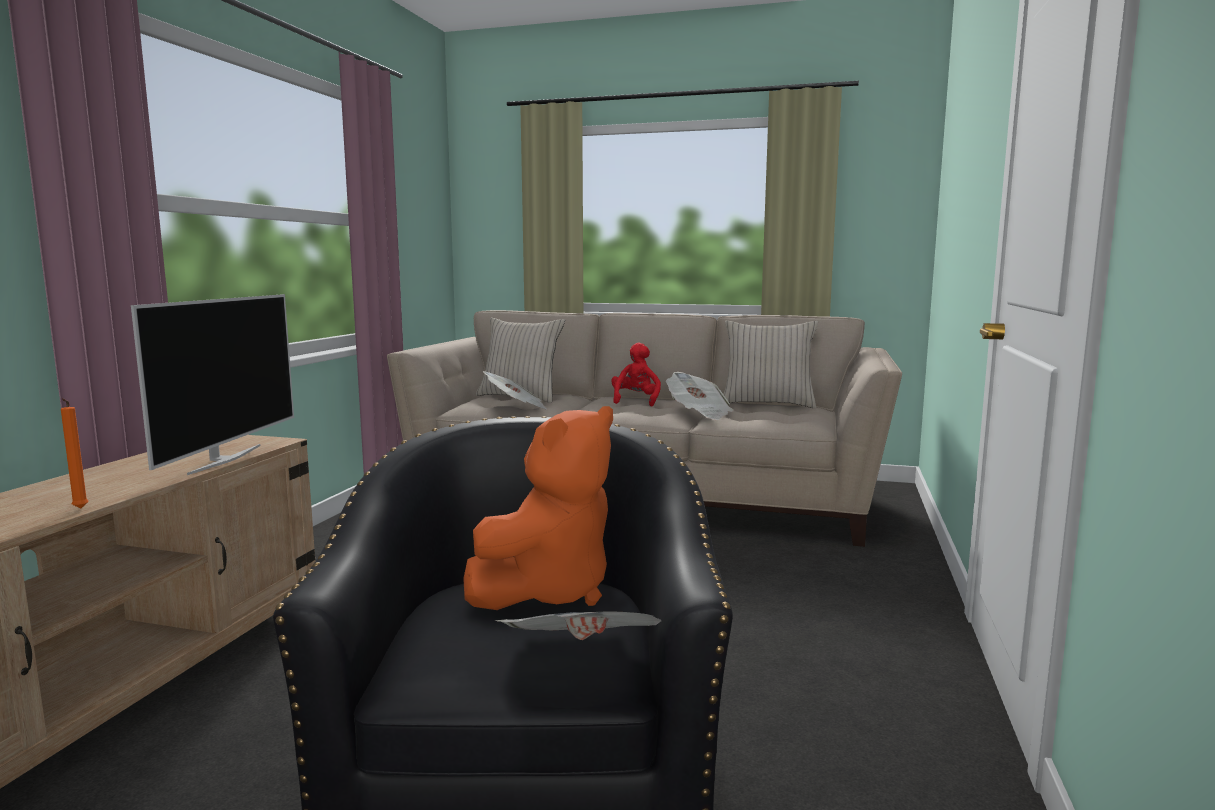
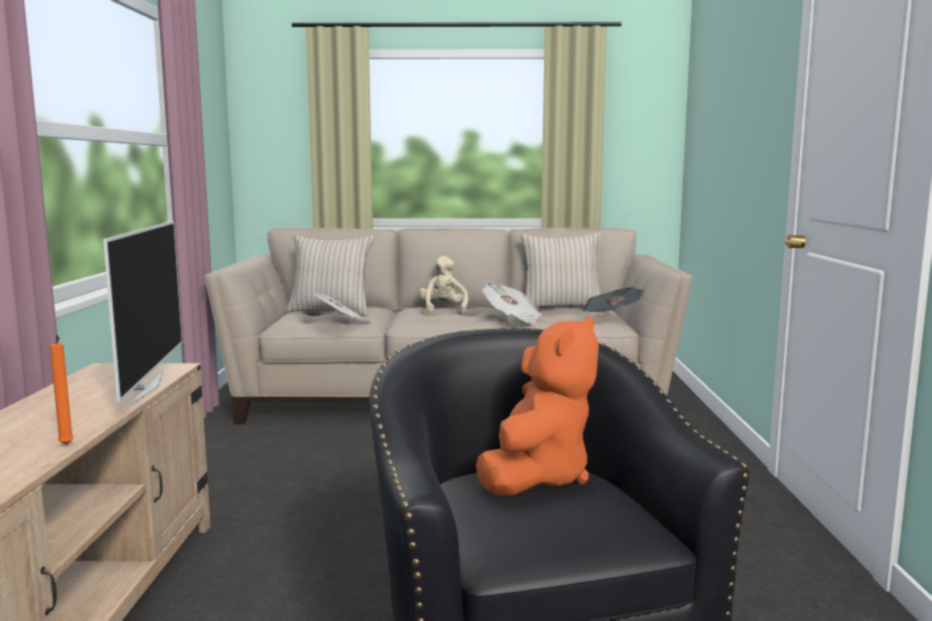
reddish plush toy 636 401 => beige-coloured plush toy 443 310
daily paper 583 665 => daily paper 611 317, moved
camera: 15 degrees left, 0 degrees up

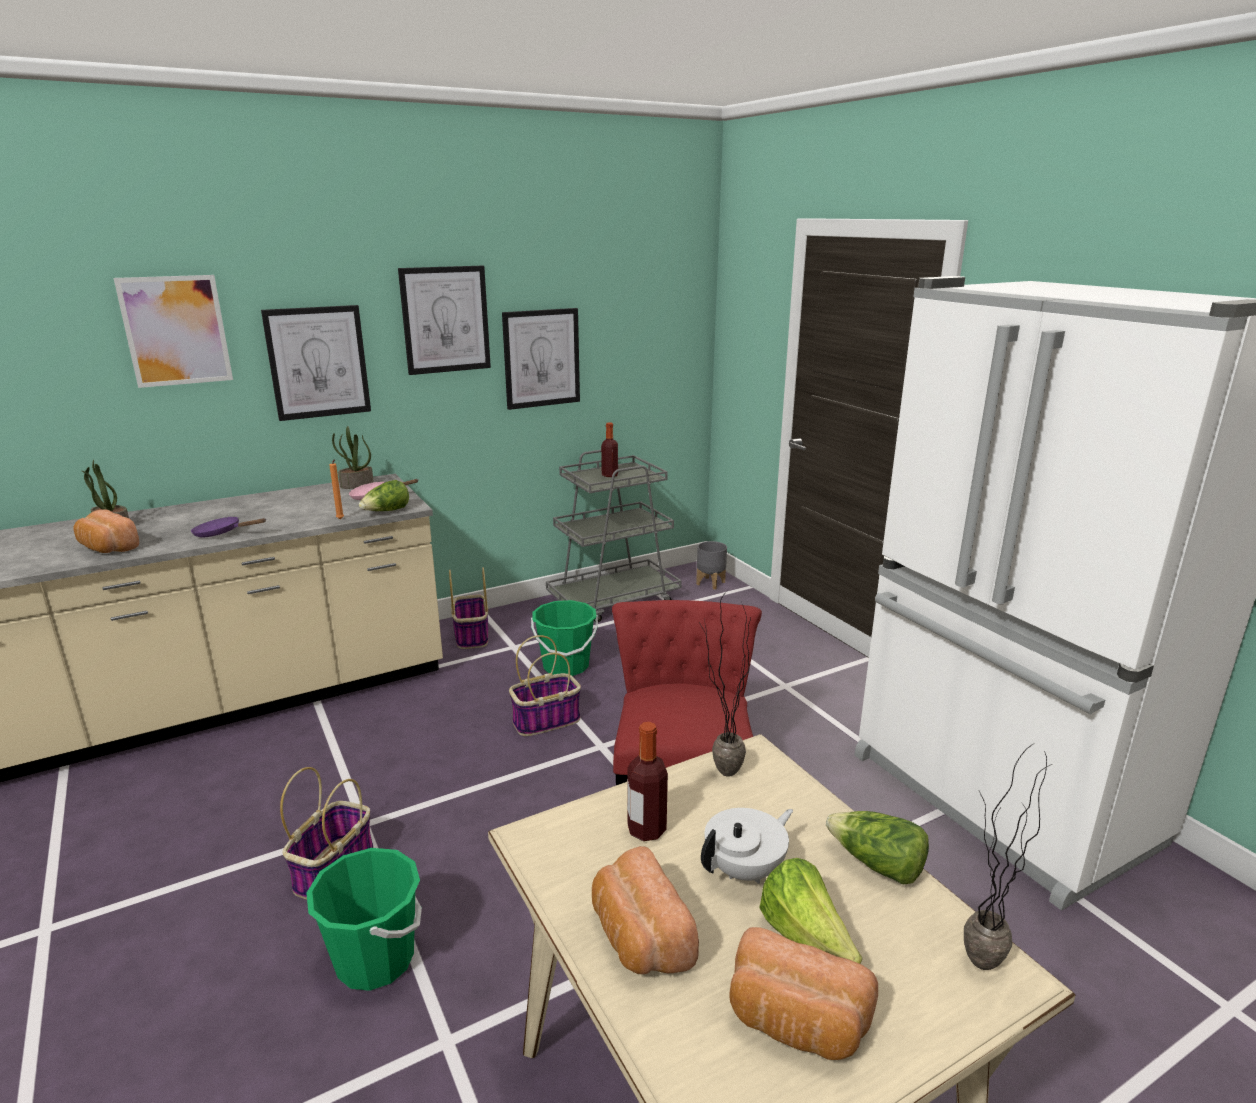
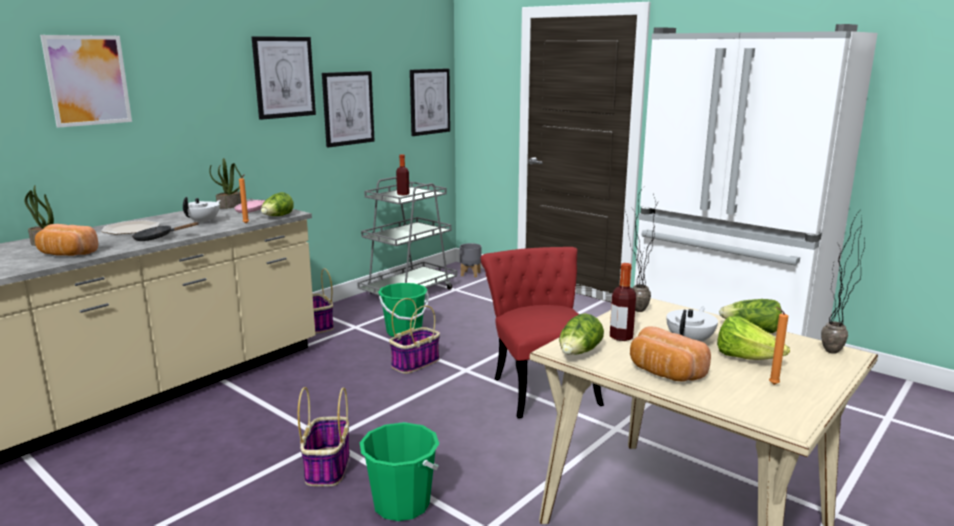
nothing => dinner plate 130 229
purple-coloured pan 222 533 => black pan 158 238
nothing => white teapot 204 222
wall art 318 362 => wall art 429 101, moved
nothing => lettuce head 579 353
baked bread 795 1023 => orangey wax light 772 384
camera: 20 degrees left, 5 degrees down

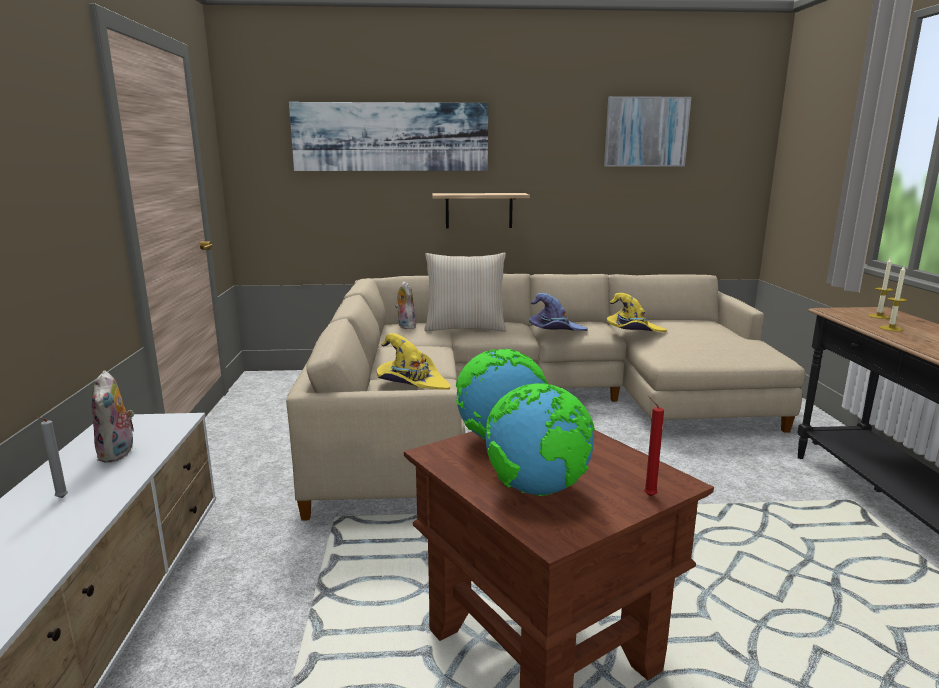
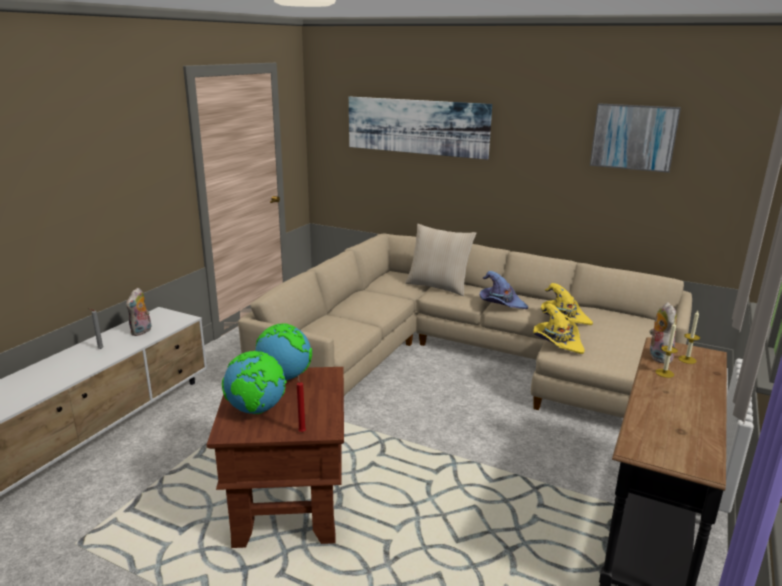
yellow-coloured hat 411 383 => yellow-coloured hat 557 342, moved
plush toy 405 326 => plush toy 657 356, moved
shelf 479 210 => nothing
camera: 30 degrees right, 5 degrees up

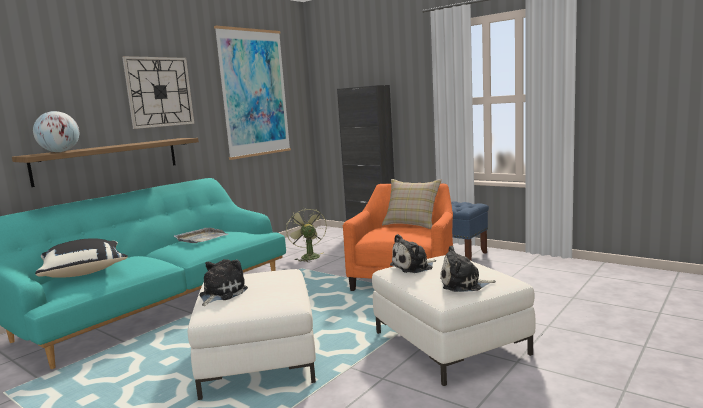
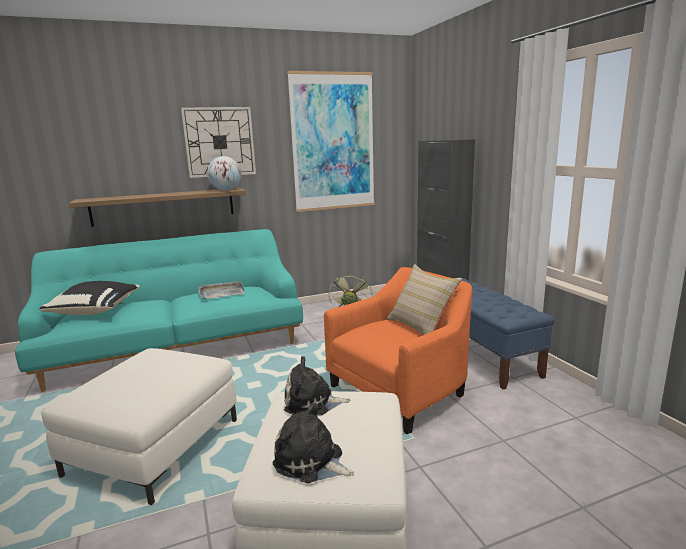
desk globe 60 152 => desk globe 226 190, moved
plush toy 221 293 => nothing
camera: 30 degrees right, 5 degrees up

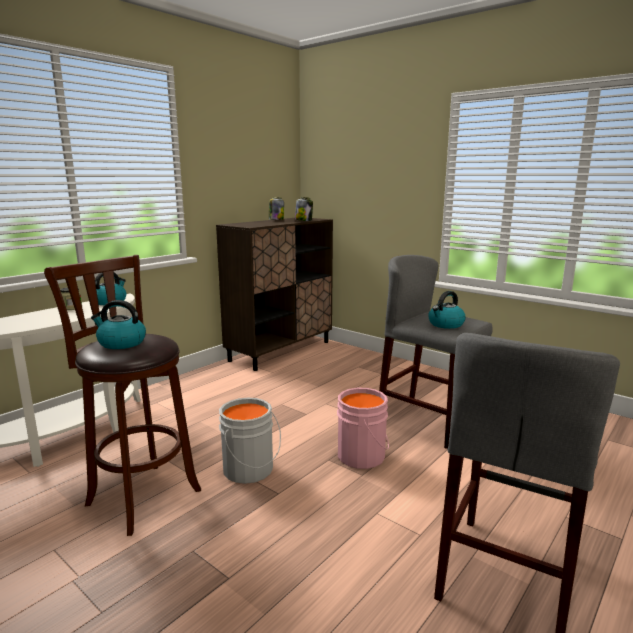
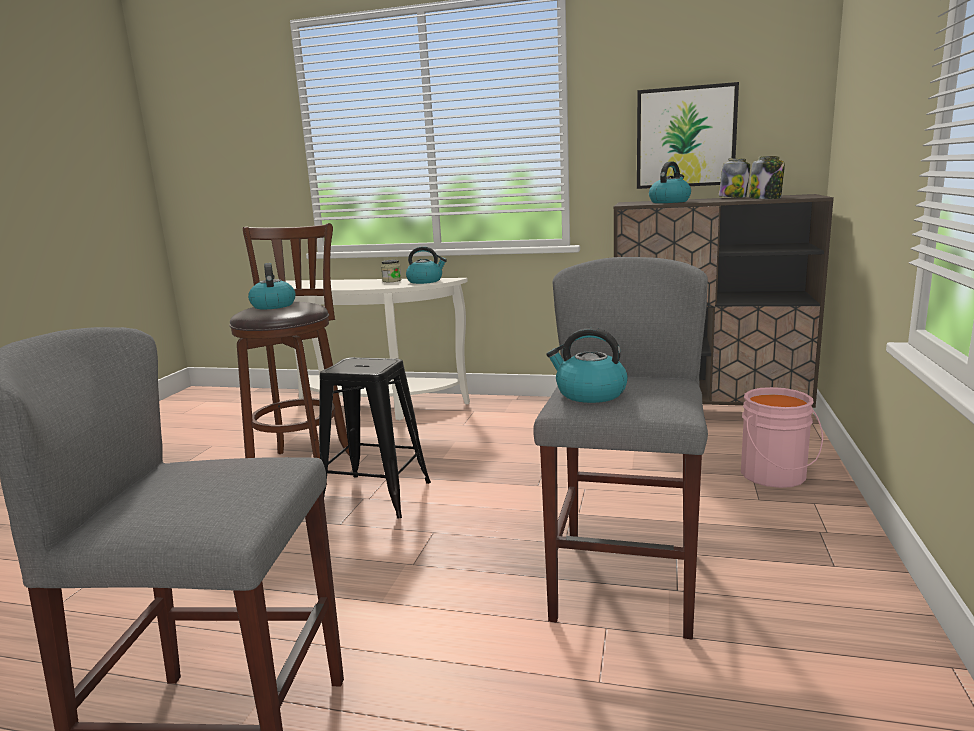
grey water bucket 250 470 => black stool 376 496
nothing => wall art 685 137
nothing => water kettle 669 202
pink water bucket 363 456 => pink water bucket 775 476, moved
camera: 65 degrees right, 0 degrees up

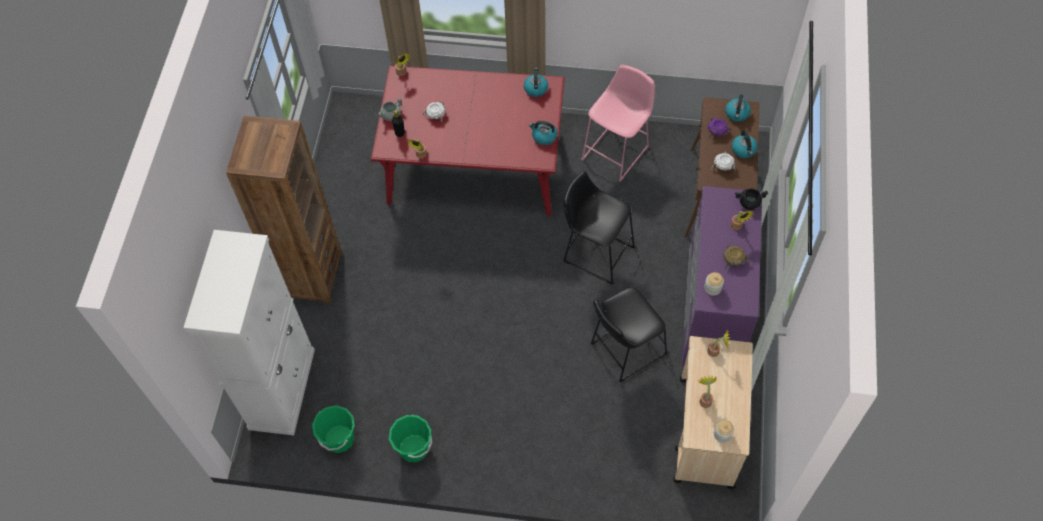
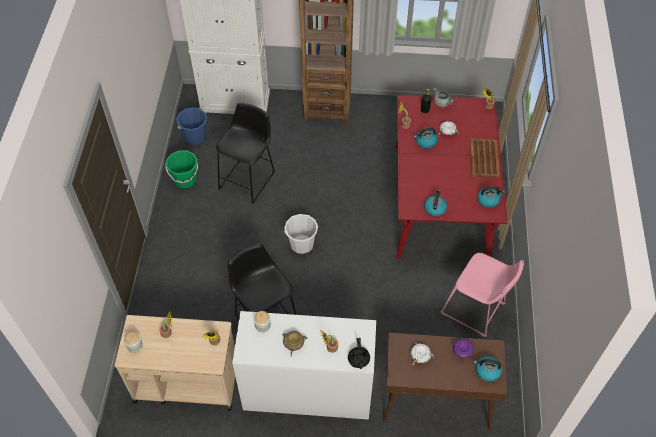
green-coloured water bucket 339 439 => bluish water bucket 195 136
black stool 595 252 => black stool 248 178, moved
purple-coloured chest of drawers 712 309 => white chest of drawers 308 391
nothing => white water bucket 302 244
water kettle 744 150 => water kettle 425 142, moved
nothing => brownish tray 484 159
camera: 85 degrees right, 5 degrees down

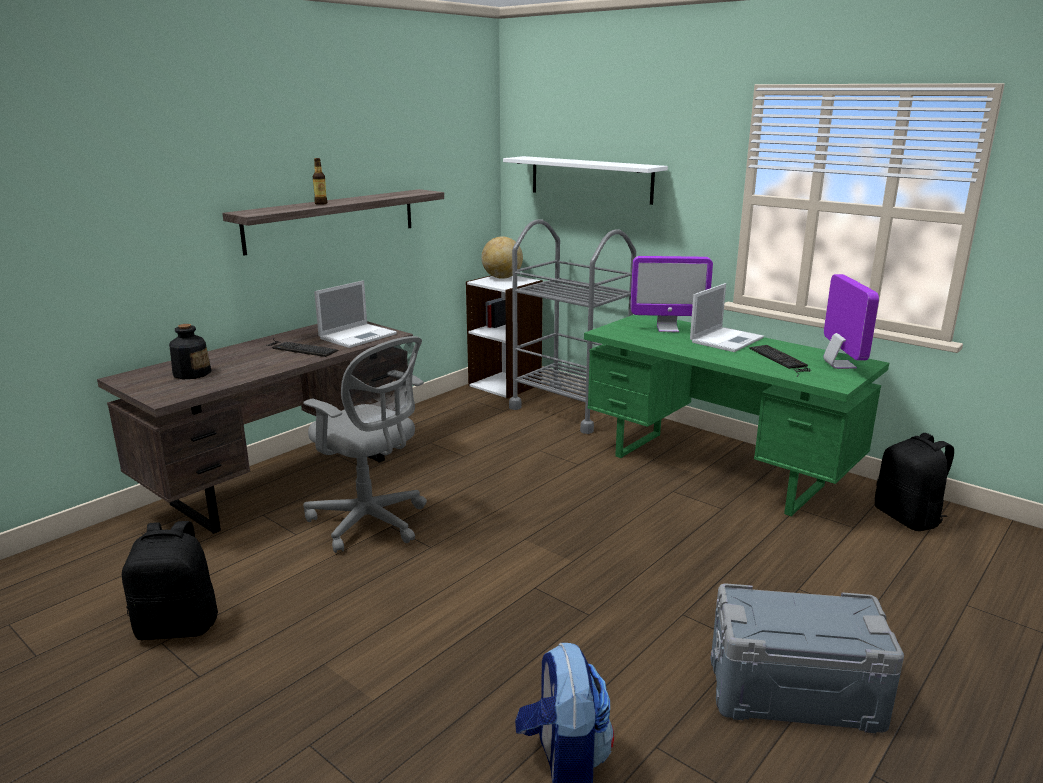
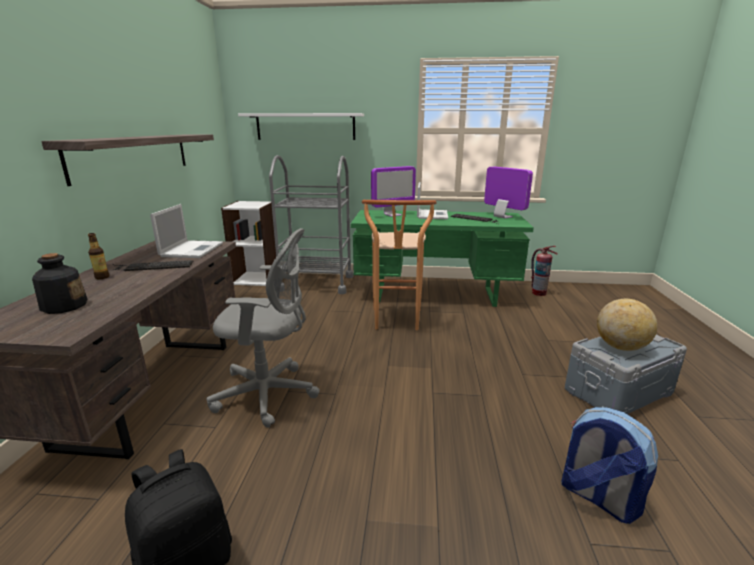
beverage bottle 321 203 => beverage bottle 102 277, moved
nothing => brownish stool 396 322
black rucksack 908 518 => extinguisher 539 293
desk globe 502 278 => desk globe 621 347, moved
camera: 35 degrees left, 0 degrees up

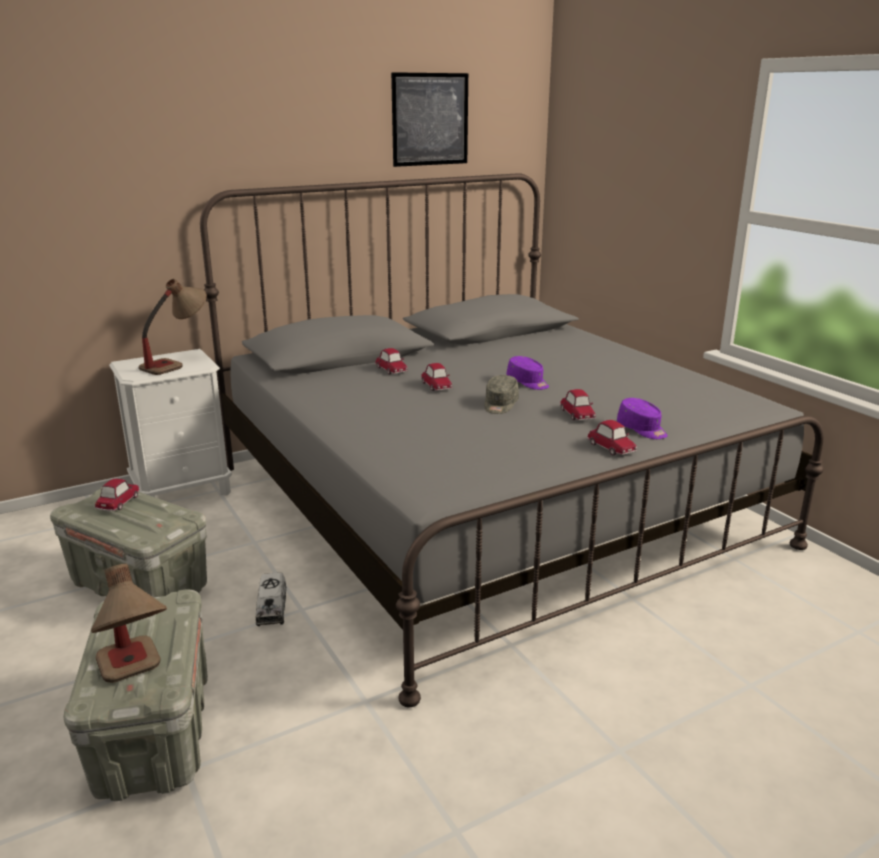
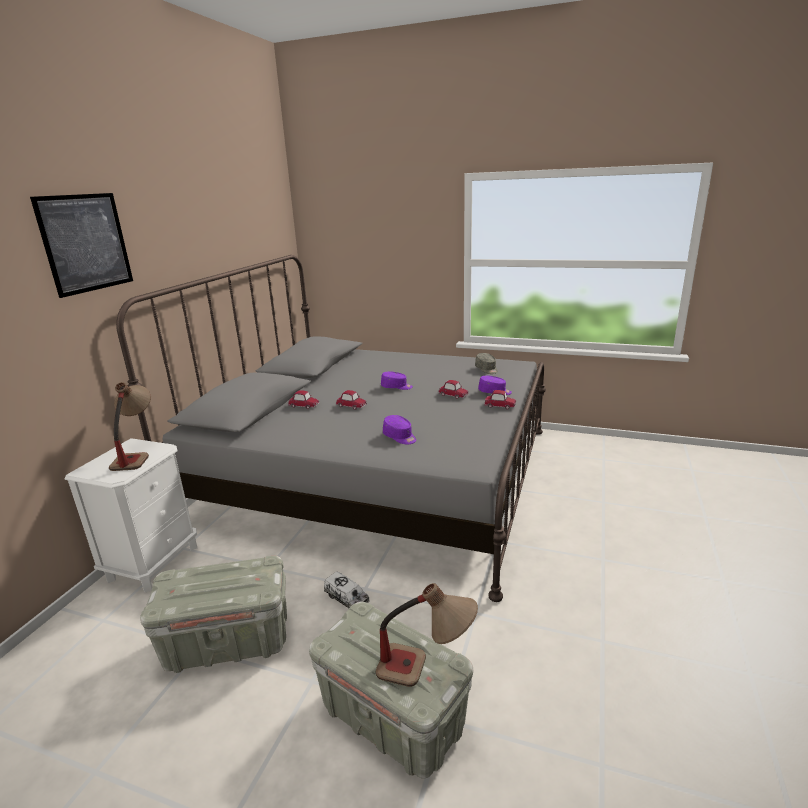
wall art 430 119 => wall art 86 243, moved
nothing => purple-coloured peaked cap 400 437
grey peaked cap 500 405 => grey peaked cap 487 369, moved
toy car 119 502 => nothing
camera: 40 degrees left, 0 degrees up

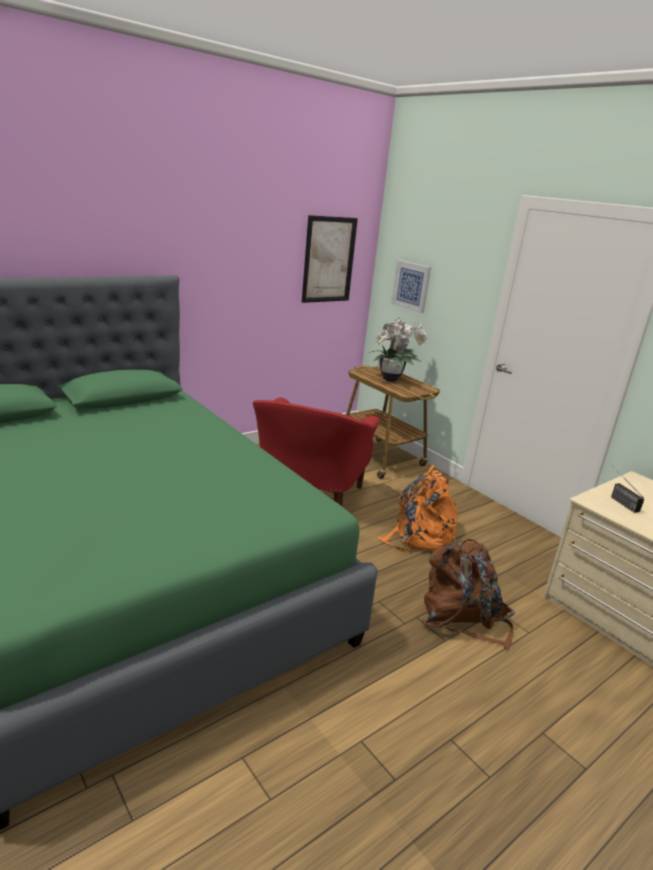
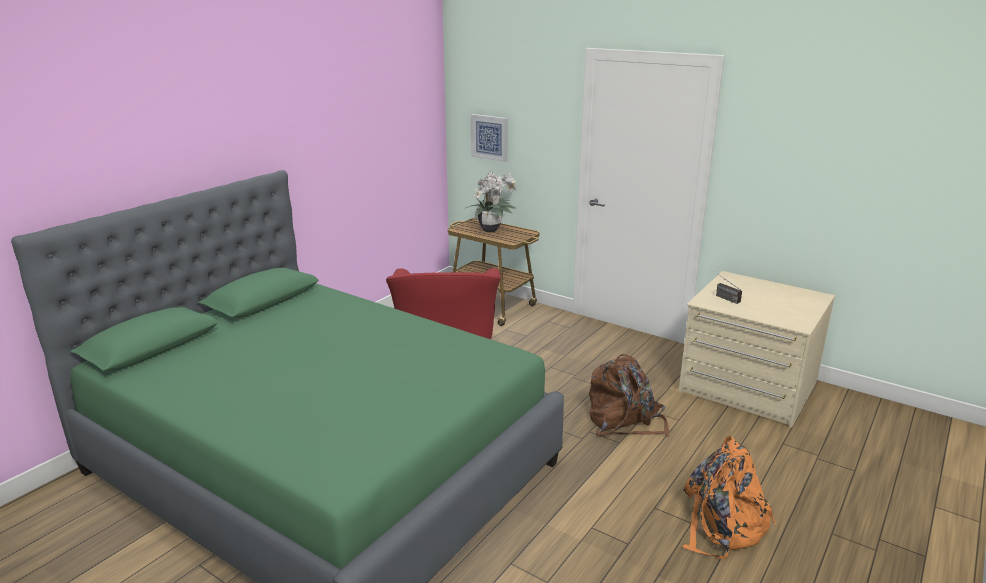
orangey rucksack 418 535 => orangey rucksack 722 525, moved
wall art 329 260 => nothing
camera: 15 degrees left, 0 degrees up

